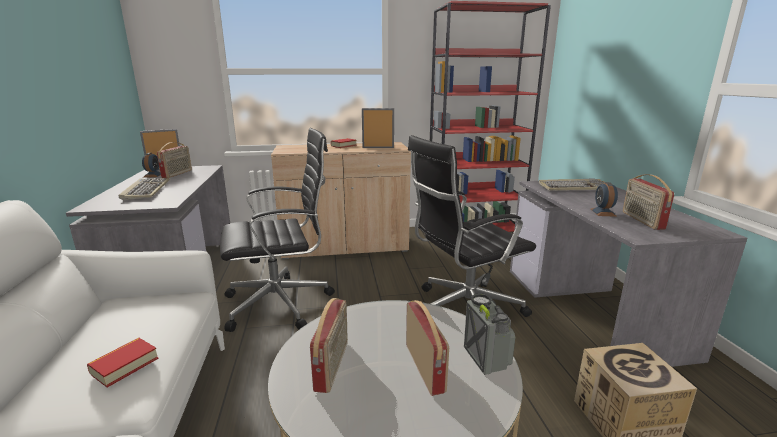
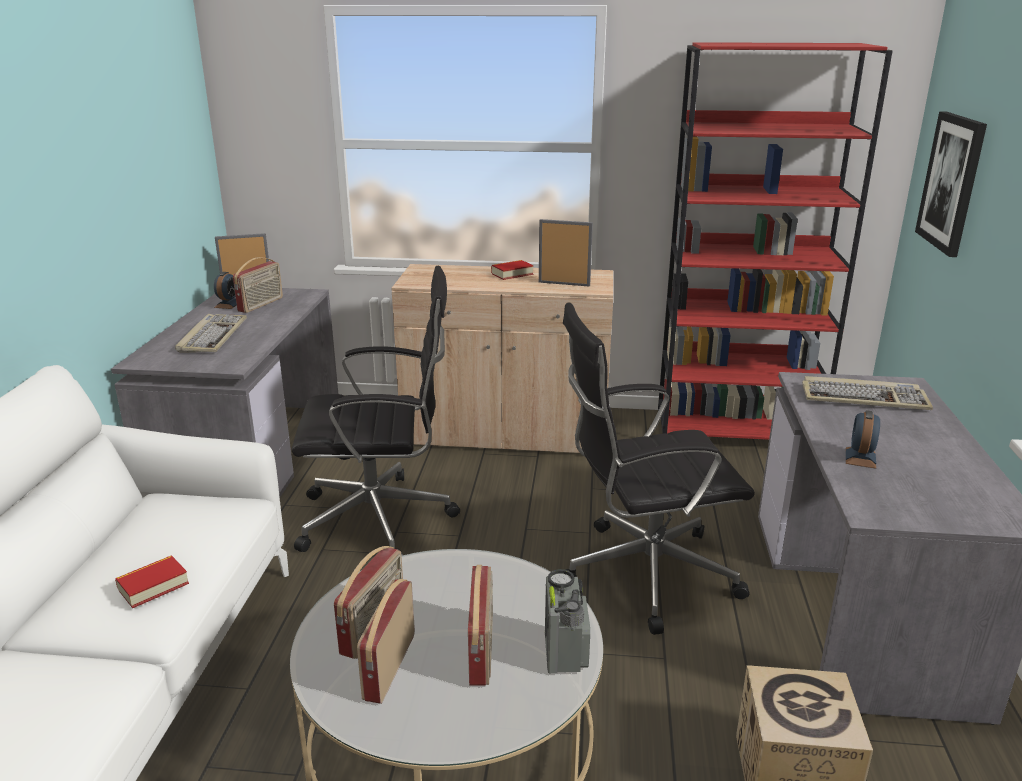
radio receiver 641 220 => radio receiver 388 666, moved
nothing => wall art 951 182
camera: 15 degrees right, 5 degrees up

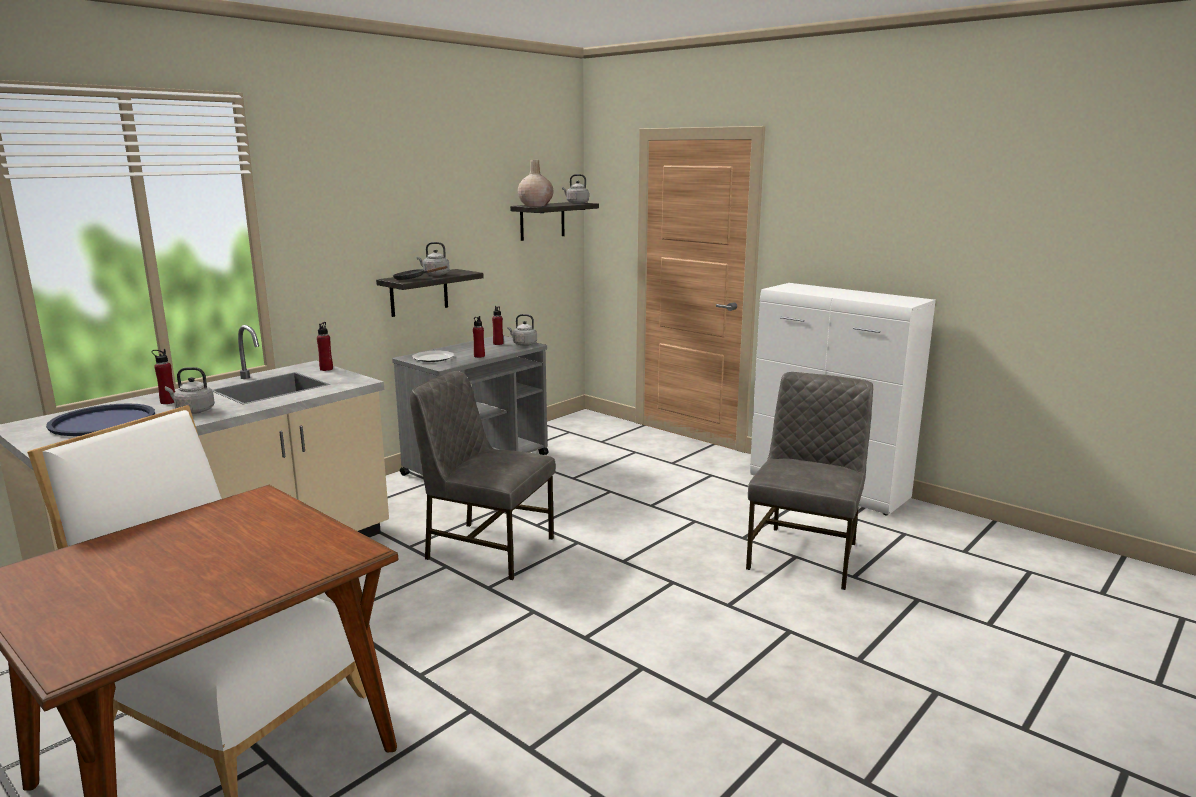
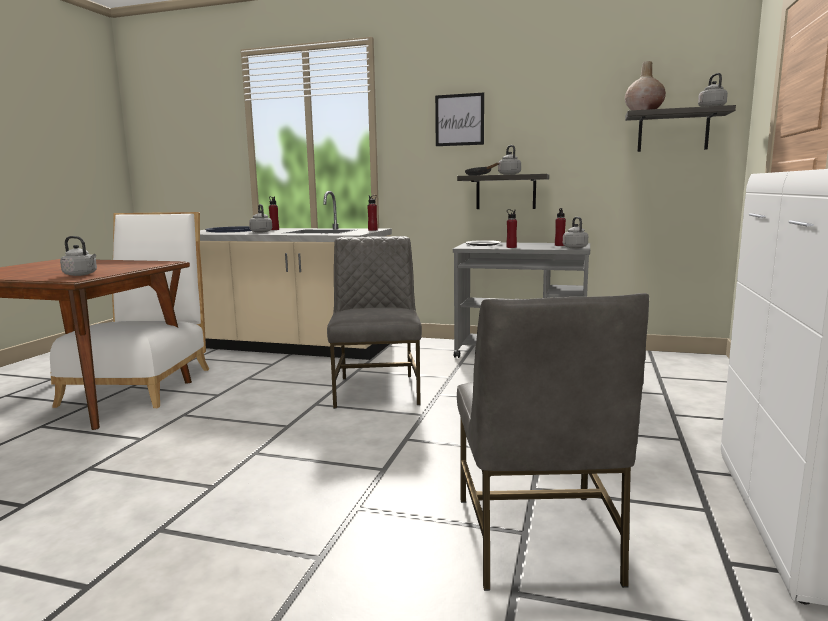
nothing => grey water kettle 81 274
nothing => wall art 459 120
grey chair 805 555 => grey chair 537 540, 90 degrees clockwise
camera: 65 degrees right, 5 degrees down

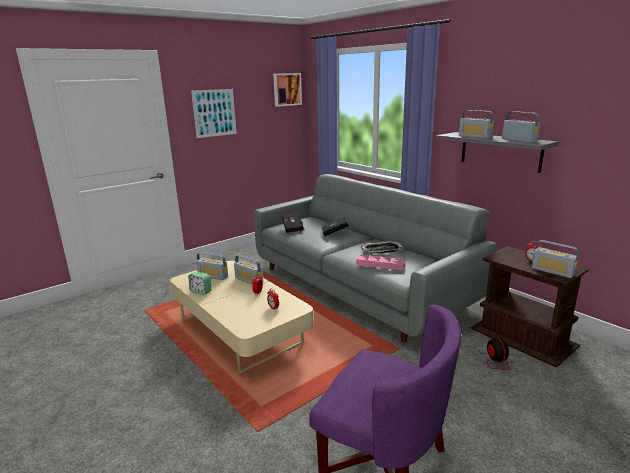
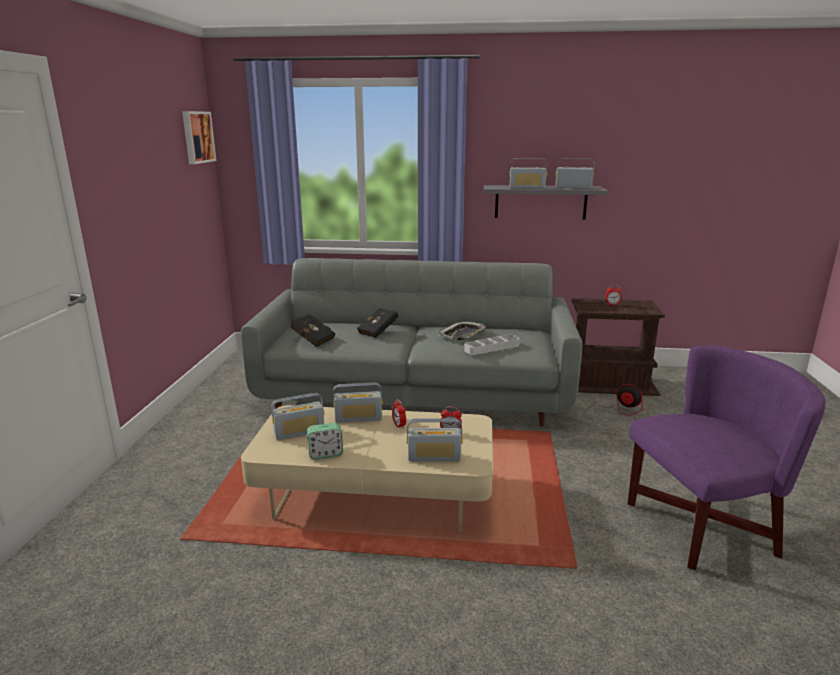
radio receiver 552 271 => radio receiver 434 457, moved
pink tray 380 265 => grey tray 492 348
wall art 214 113 => nothing
camera: 45 degrees left, 0 degrees up

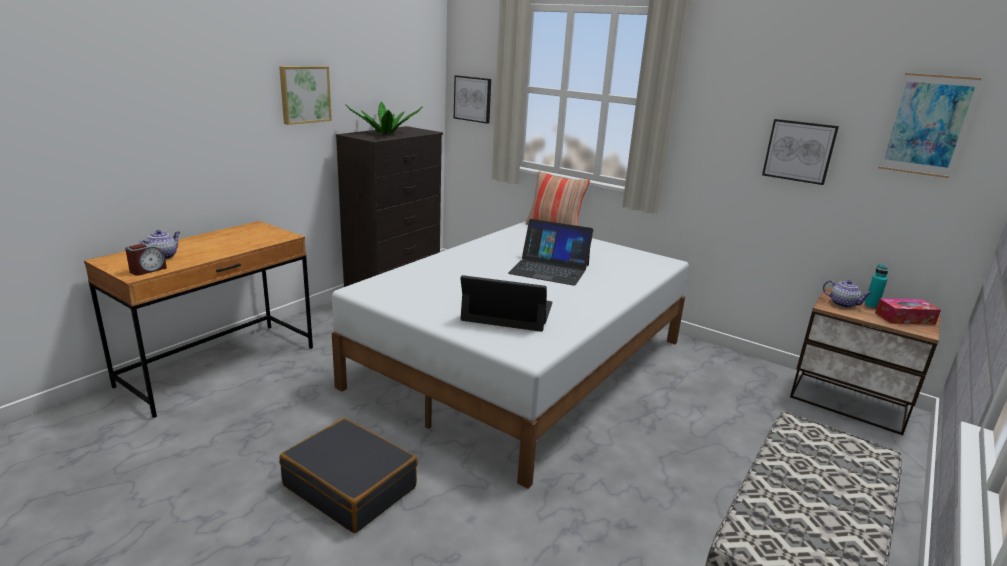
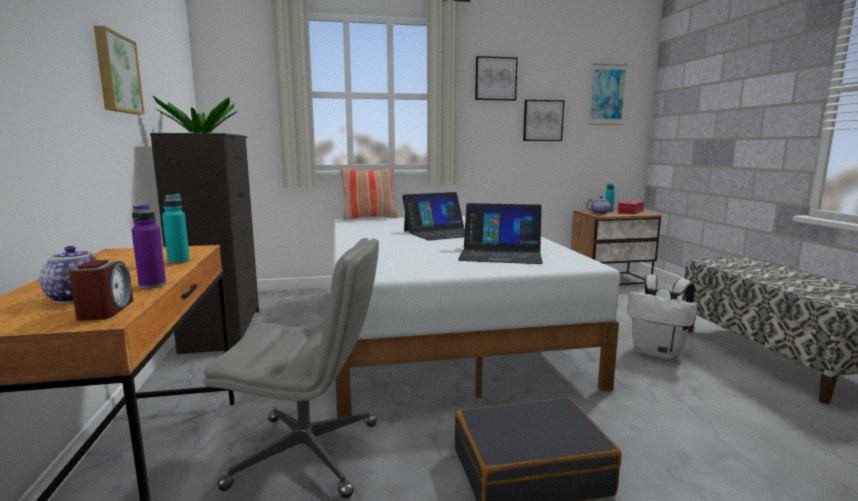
nothing => purple-coloured beverage bottle 152 285
nothing => turquoise-coloured beverage bottle 178 261
nothing => grey desk chair 308 454
portable computer 507 312 => portable computer 501 254, 135 degrees counterclockwise
wall art 473 99 => wall art 495 79, moved
nothing => white rucksack 658 352
camera: 45 degrees left, 10 degrees down

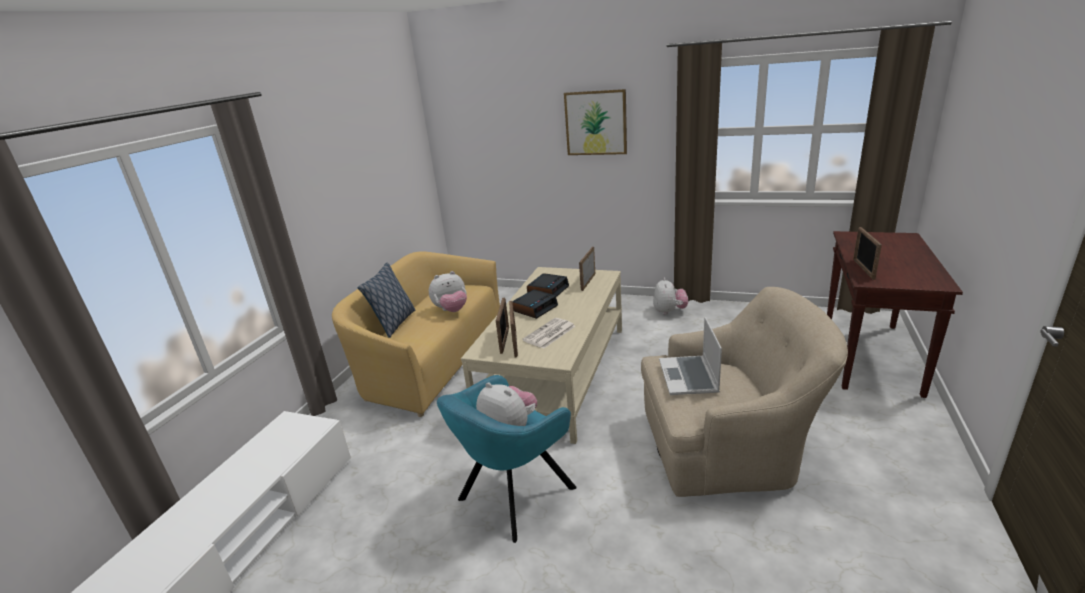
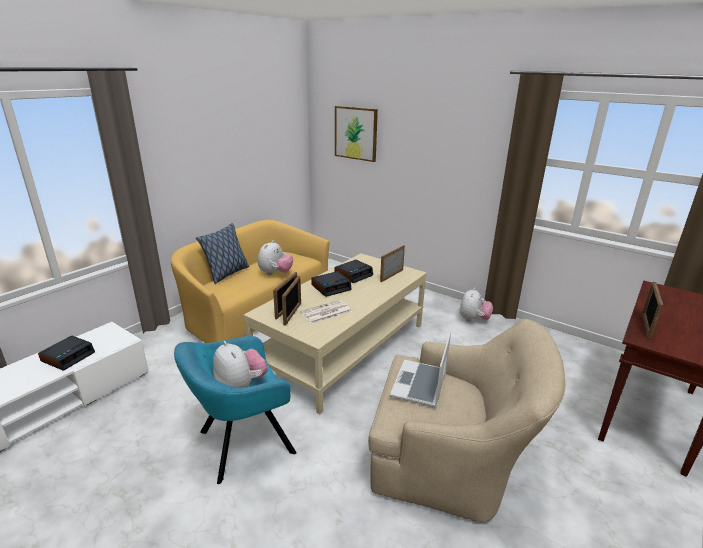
nothing => bedside clock 68 356
plush toy 451 310 => plush toy 275 273, 60 degrees counterclockwise
wall art 596 123 => wall art 356 133, moved
camera: 15 degrees right, 0 degrees up

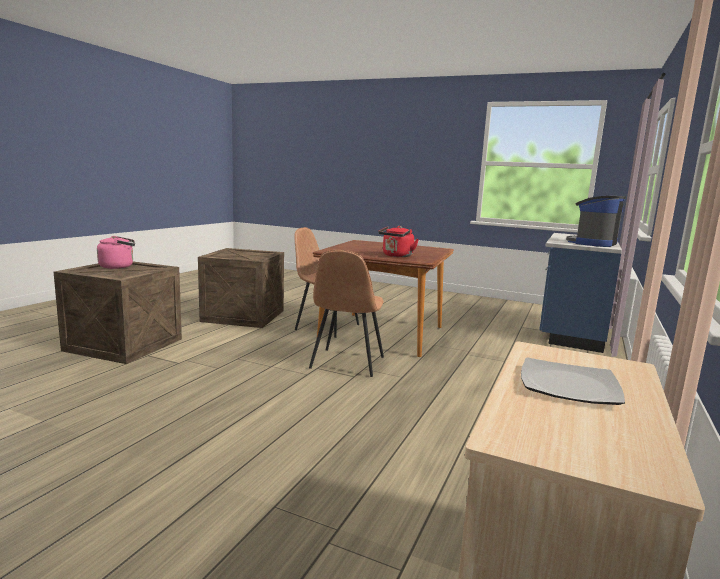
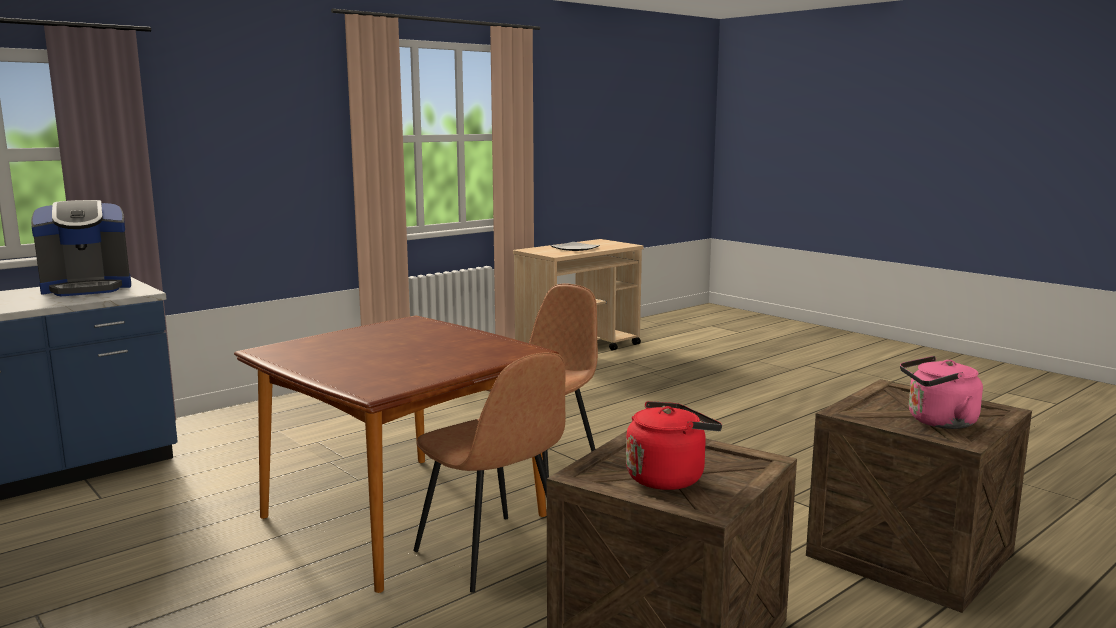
reddish water kettle 396 256 => reddish water kettle 668 477, moved
camera: 155 degrees left, 0 degrees up

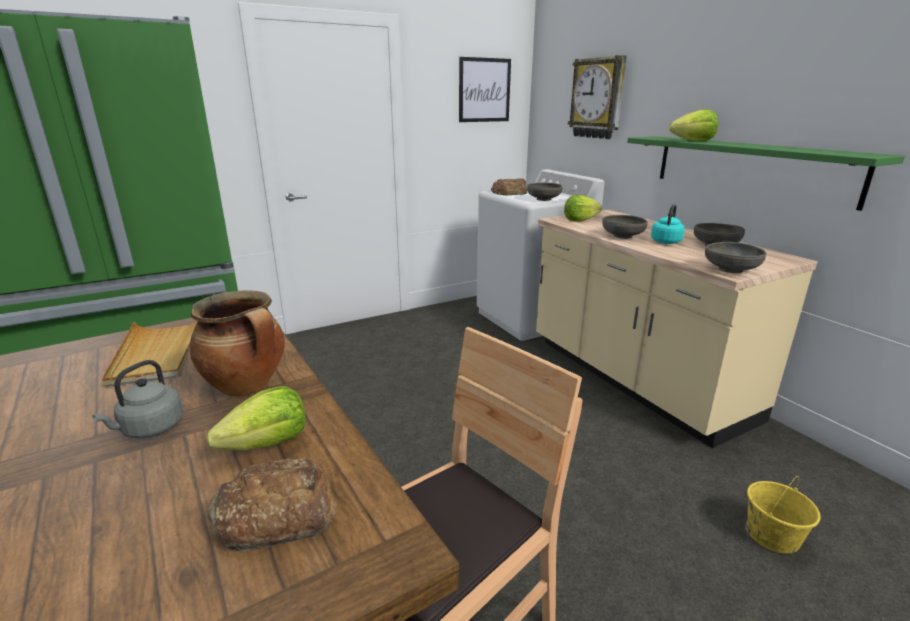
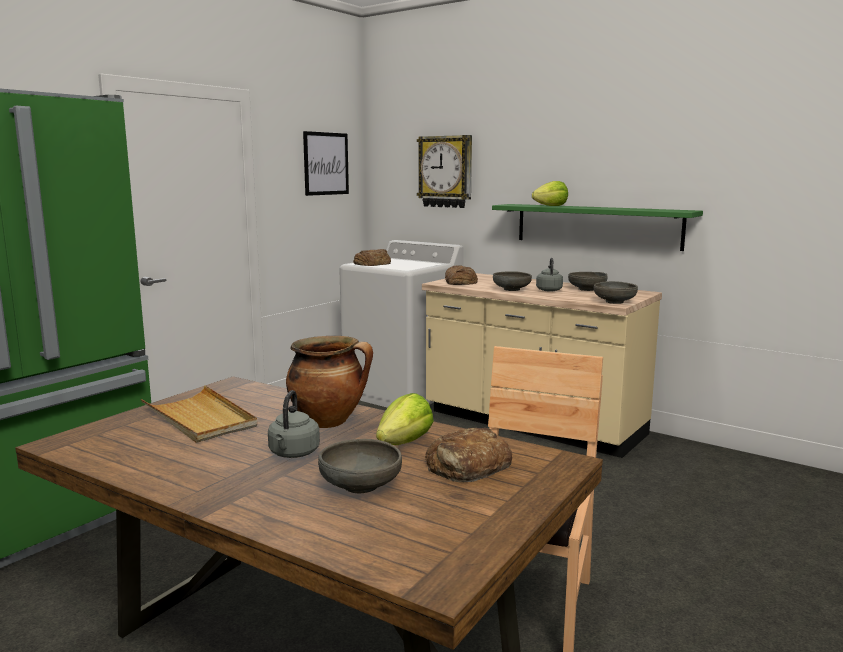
grey deep dish 543 199 => grey deep dish 360 485, moved
lettuce head 580 220 => baked bread 460 281
turquoise-coloured water kettle 666 241 => grey water kettle 549 290
yellow-coloured water bucket 772 535 => nothing
camera: 25 degrees left, 10 degrees down

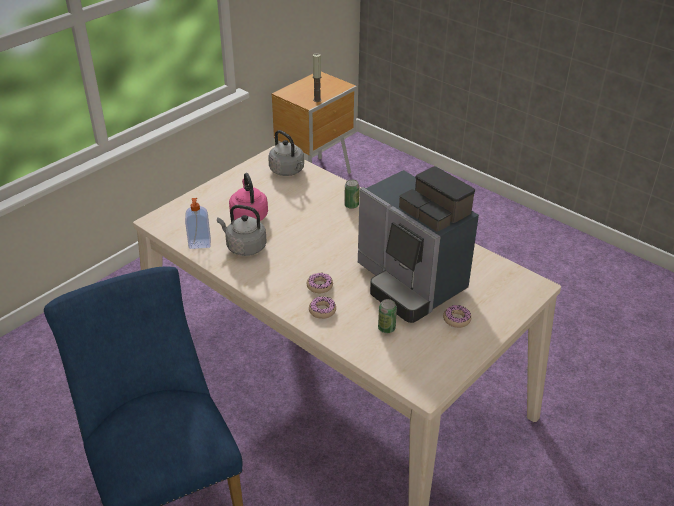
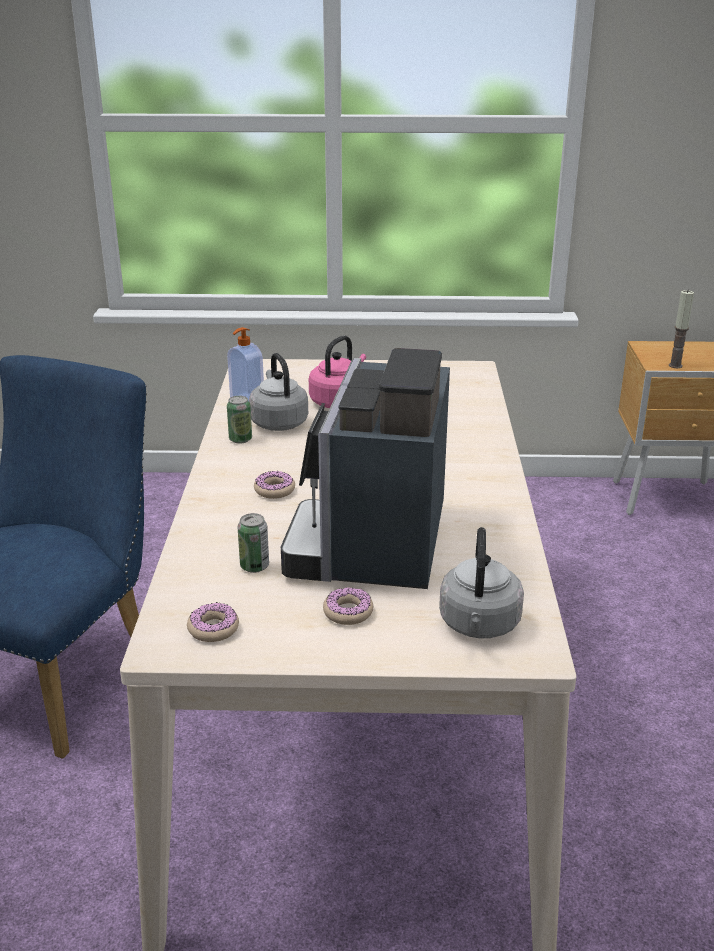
ring doughnut 322 310 => ring doughnut 213 629, moved
metal can 351 205 => metal can 240 439, moved
grey water kettle 288 171 => grey water kettle 479 625, moved
camera: 50 degrees right, 10 degrees down

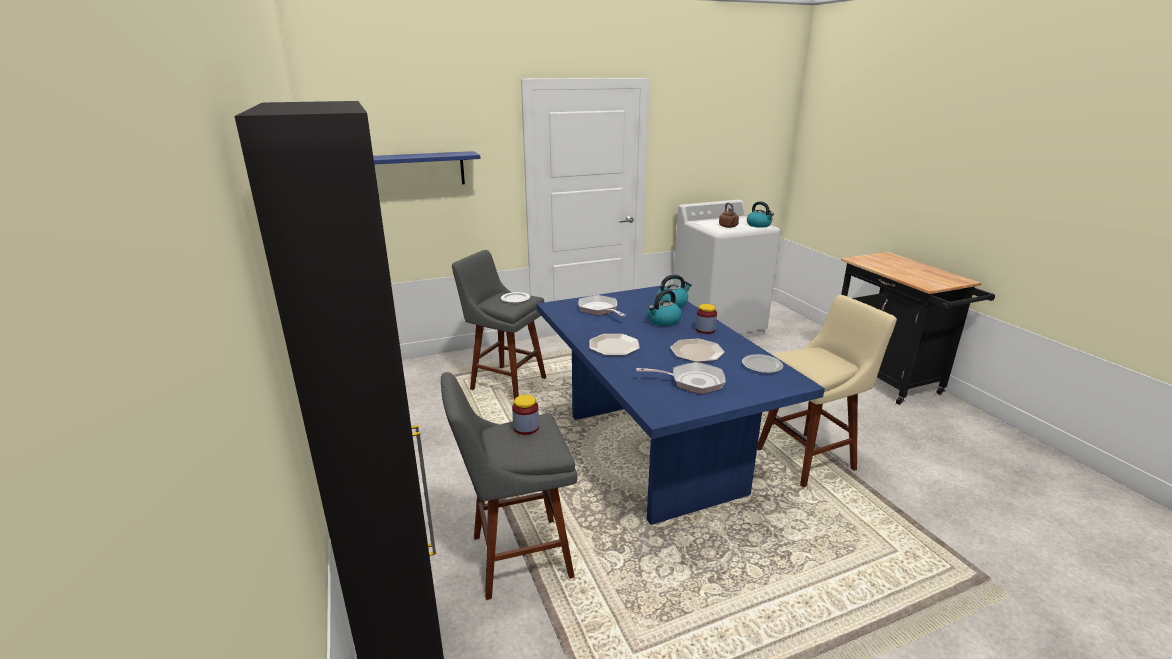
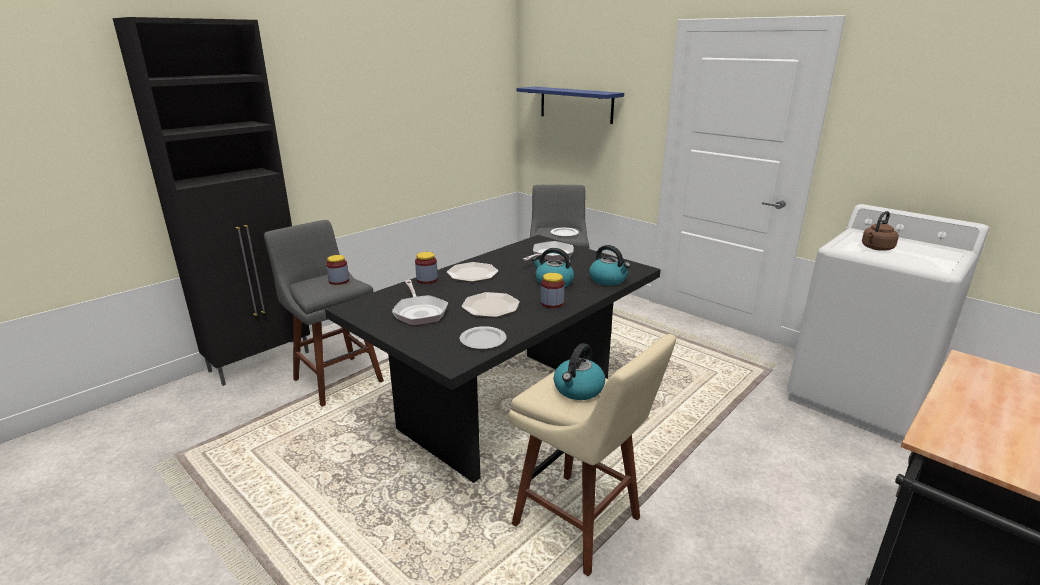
bluish dining table 653 452 => black dining table 507 408
nothing => jar 427 280
water kettle 759 225 => water kettle 578 389, moved
camera: 65 degrees right, 0 degrees up

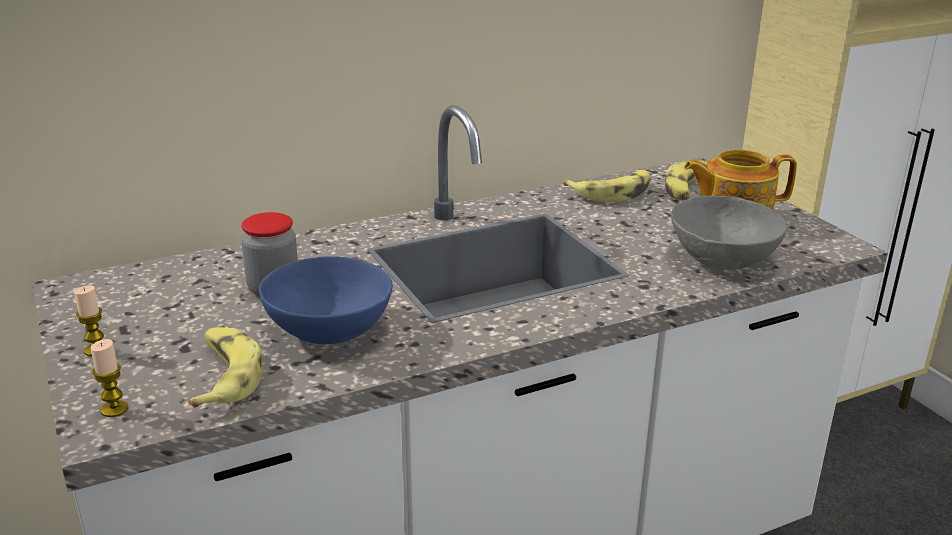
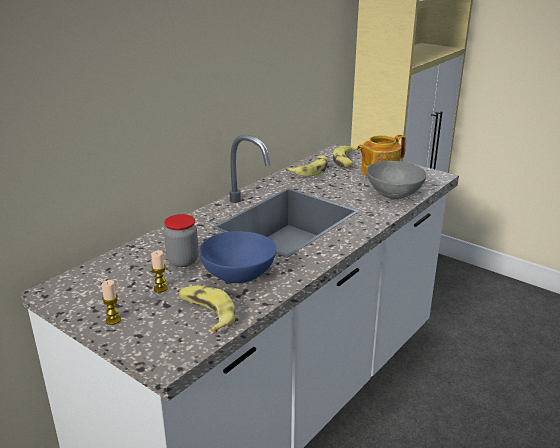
wax light 114 409 => wax light 160 288, moved
camera: 25 degrees left, 0 degrees up

